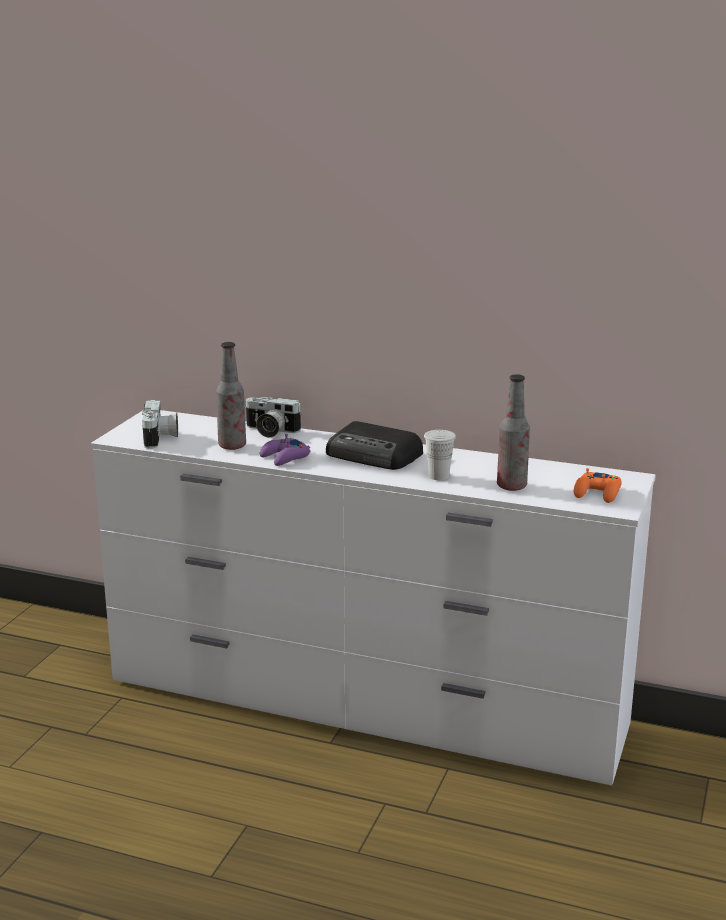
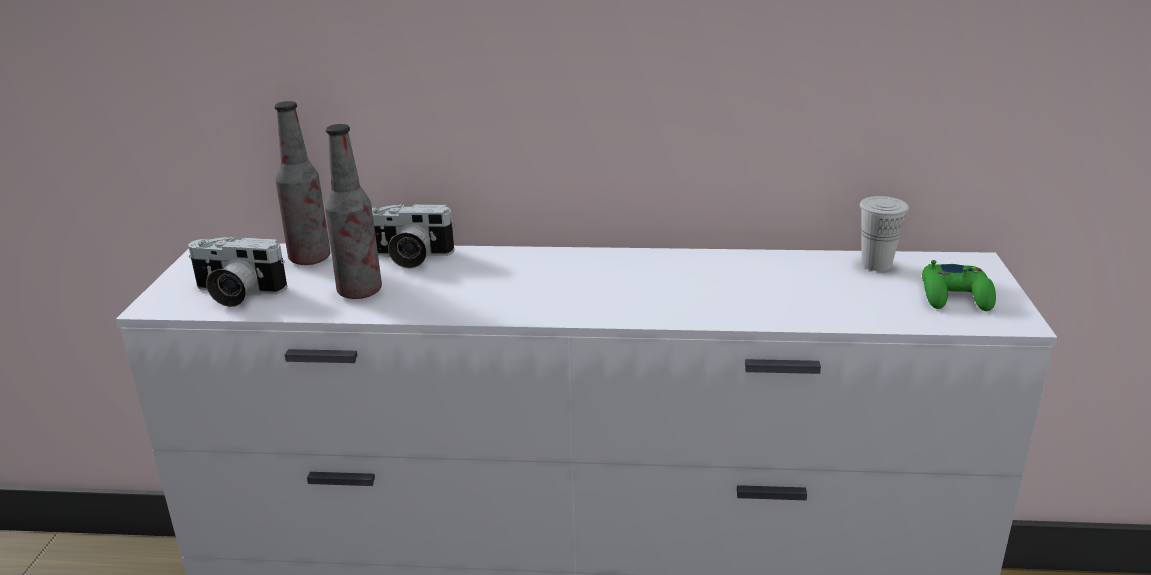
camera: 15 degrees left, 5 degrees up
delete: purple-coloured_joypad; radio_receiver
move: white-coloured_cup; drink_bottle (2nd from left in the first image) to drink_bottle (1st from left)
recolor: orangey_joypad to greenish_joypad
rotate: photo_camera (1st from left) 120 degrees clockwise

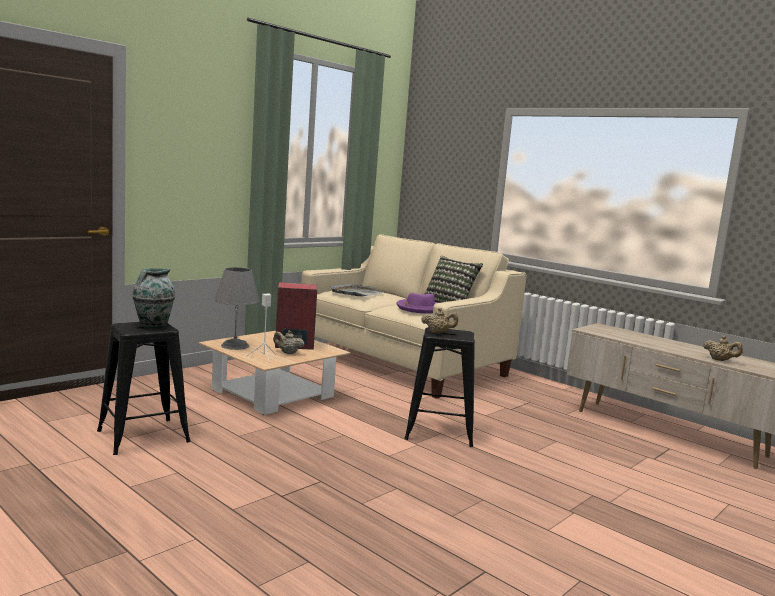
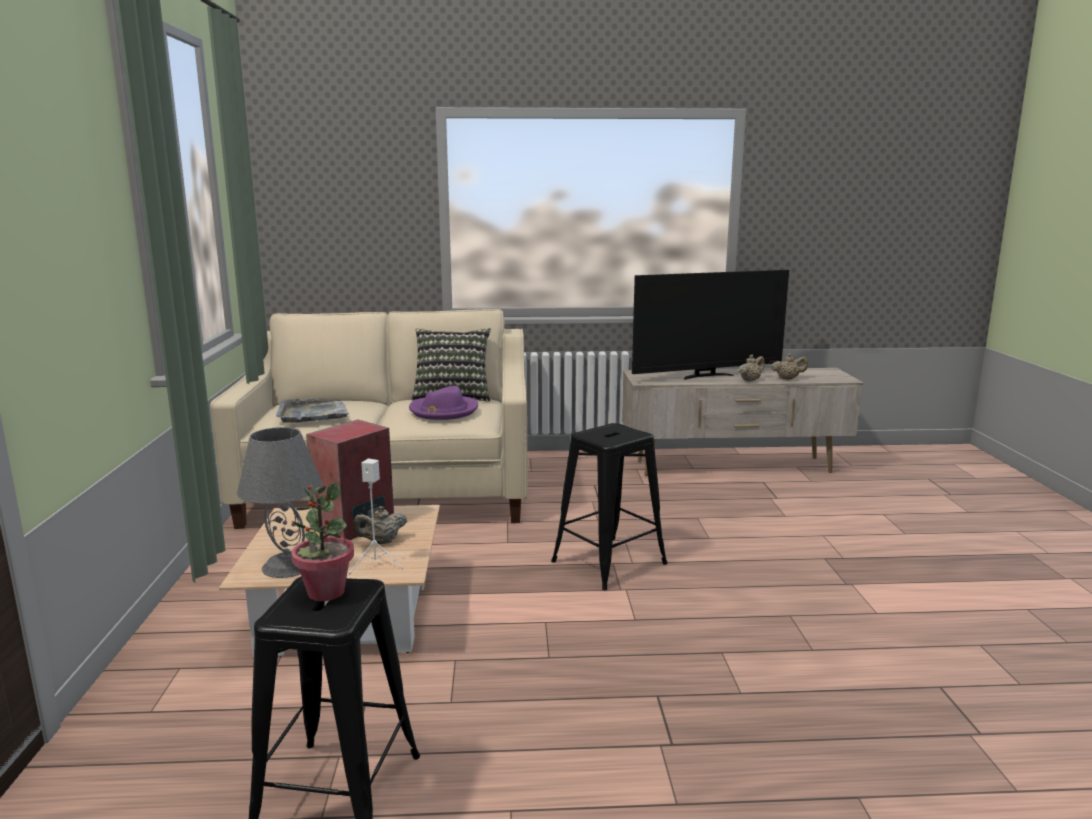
camera: 45 degrees left, 5 degrees up
insert: TV_set
move: sand-coloured_pot_for_tea (2nd from left)
replace: vase to potted_plant

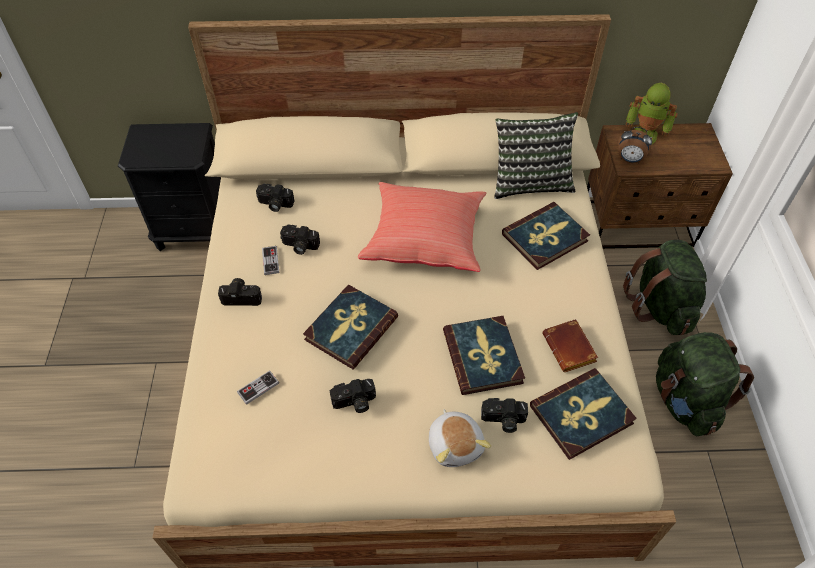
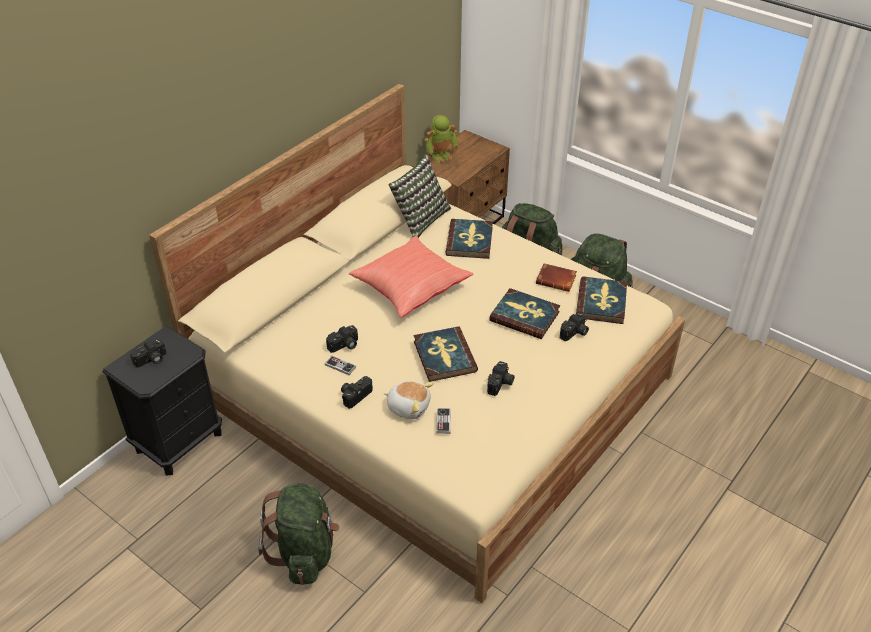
camera: 50 degrees left, 10 degrees down
delete: table_clock
insert: greenish_backpack (1st from left)
move: photo_camera (2nd from left in the first image) to photo_camera (1st from left); plush_toy

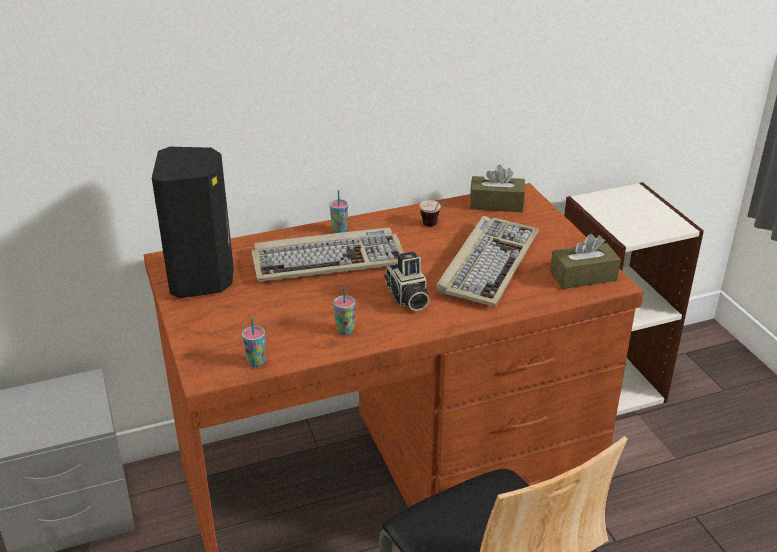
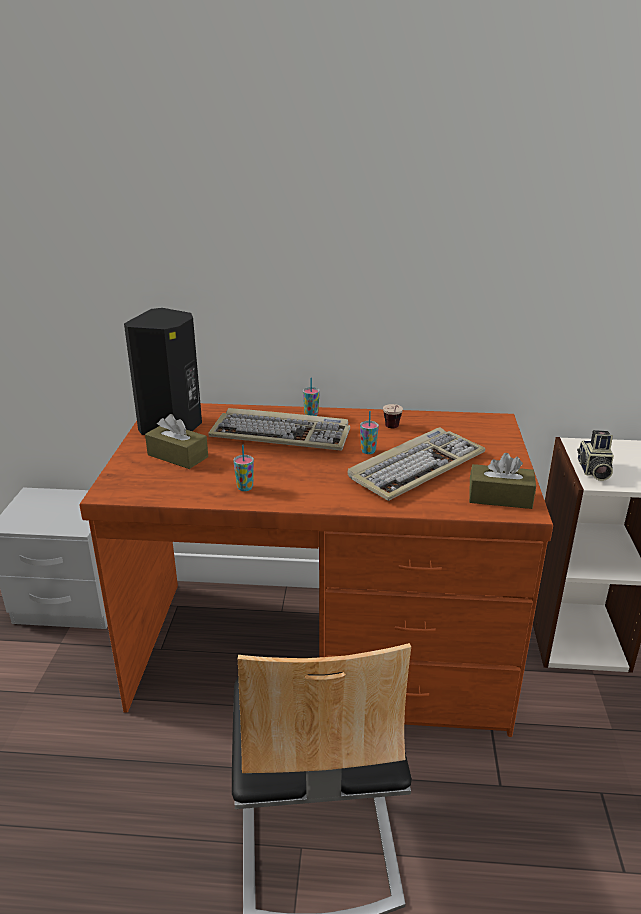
camera: 25 degrees right, 5 degrees down
move: cup (1st from left in the first image) to cup (3rd from left); photo_camera; brownish_box_of_tissues (1st from left)

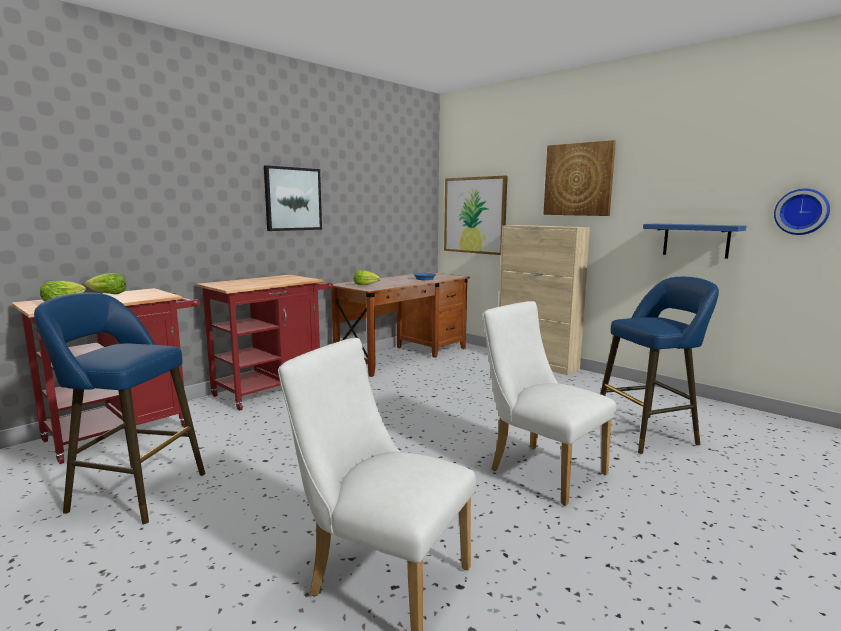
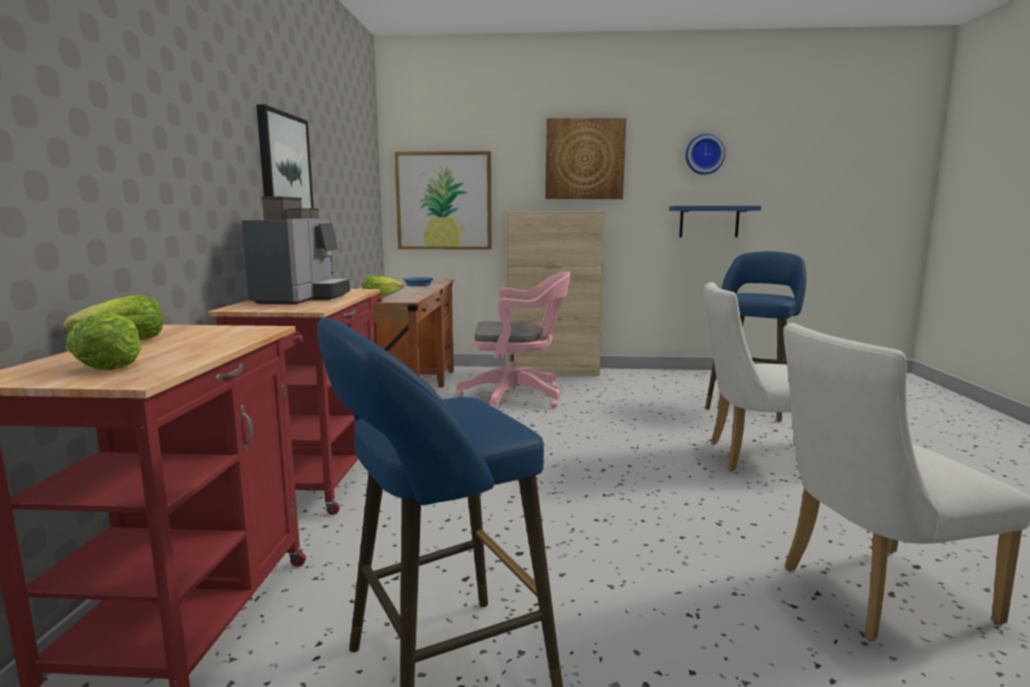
camera: 40 degrees left, 0 degrees up
insert: coffee_machine; pink_desk_chair
move: wall_clock

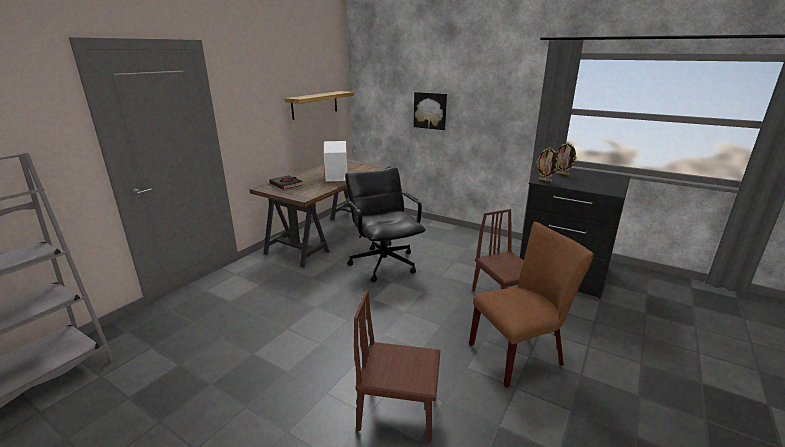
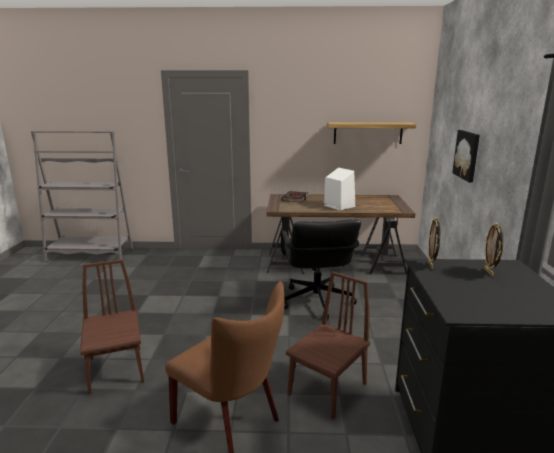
camera: 60 degrees right, 5 degrees down
rotate: black_desk_chair 135 degrees clockwise

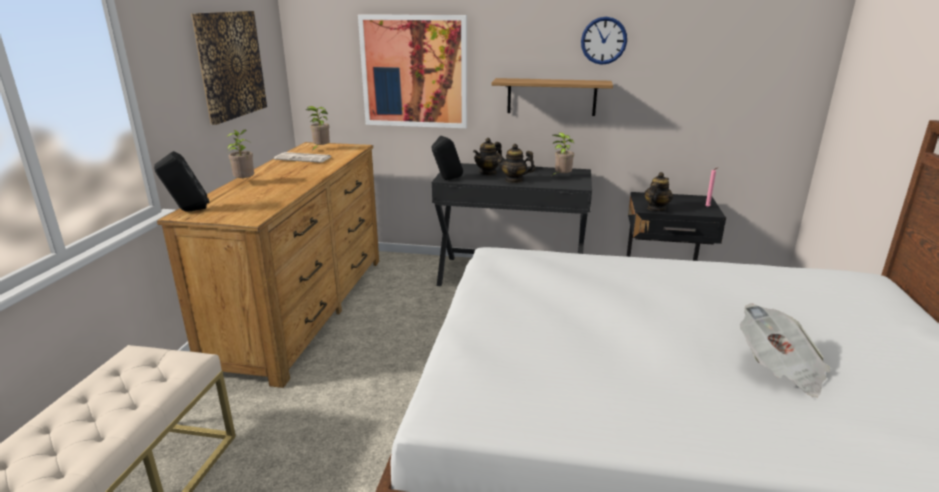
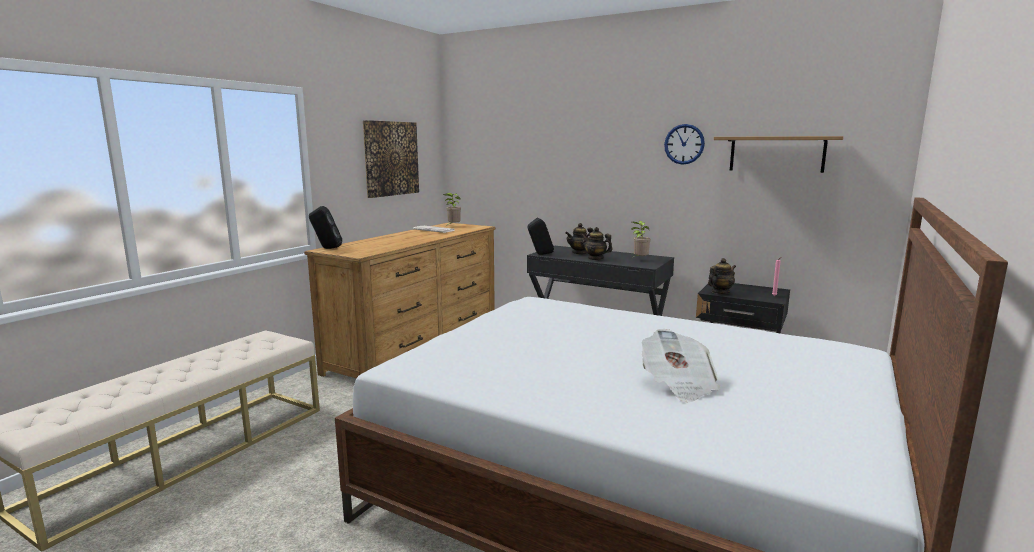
camera: 20 degrees right, 10 degrees down
delete: potted_plant (1st from left); wall_picture (2nd from left)
move: bracket_shelf

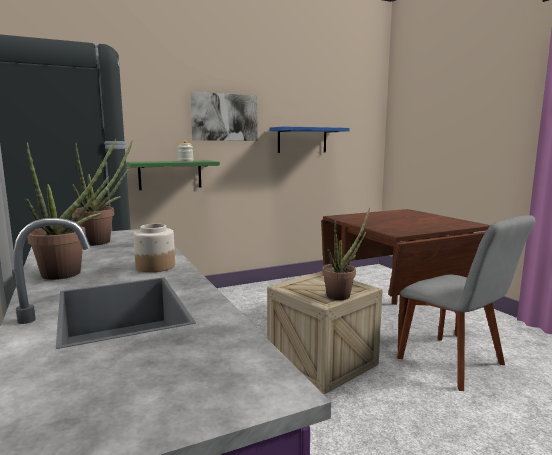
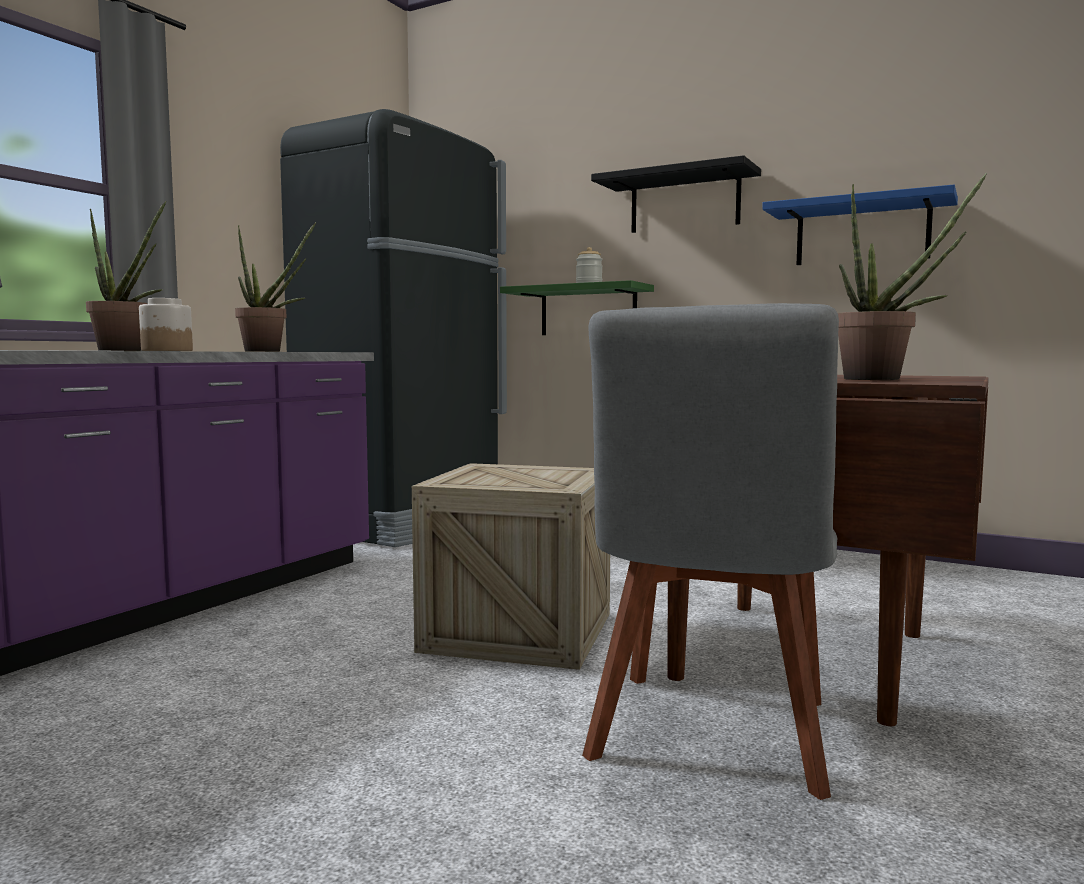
camera: 55 degrees right, 5 degrees down
move: potted_plant (3rd from left)
replace: wall_picture to black_bracket_shelf

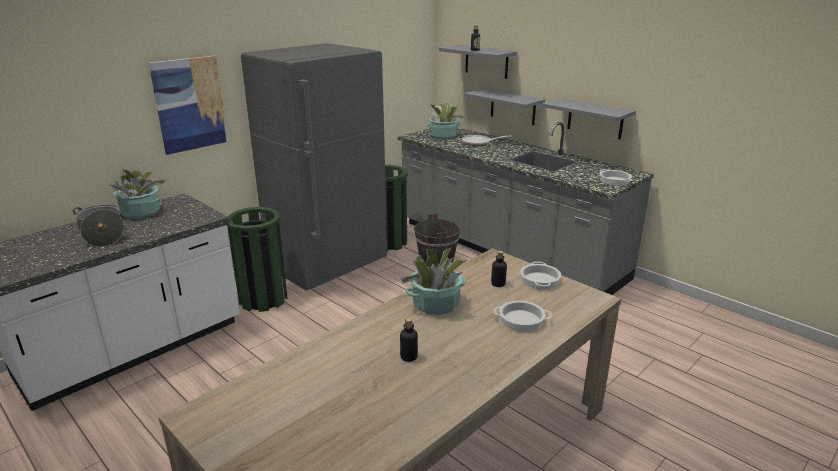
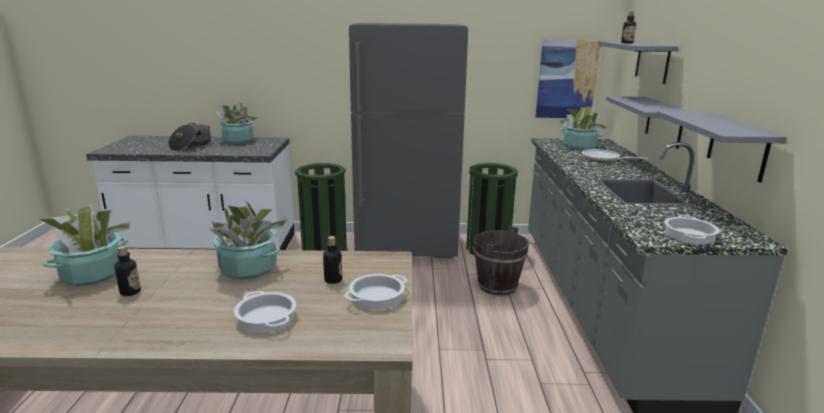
camera: 45 degrees right, 5 degrees down
insert: potted_plant (1st from left)
move: wall_picture

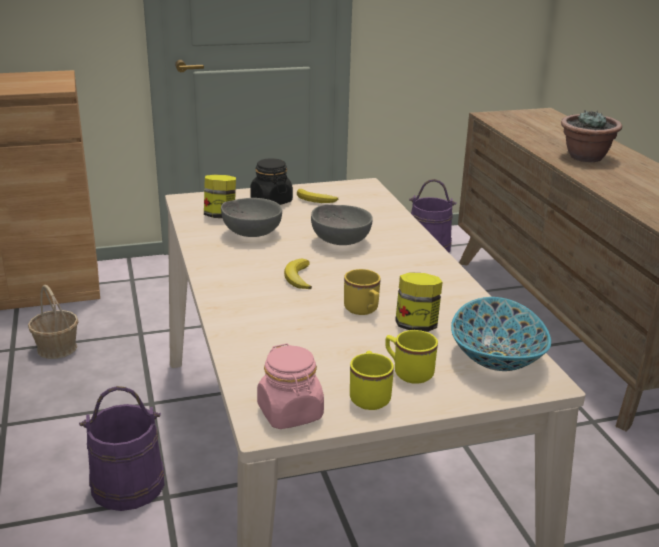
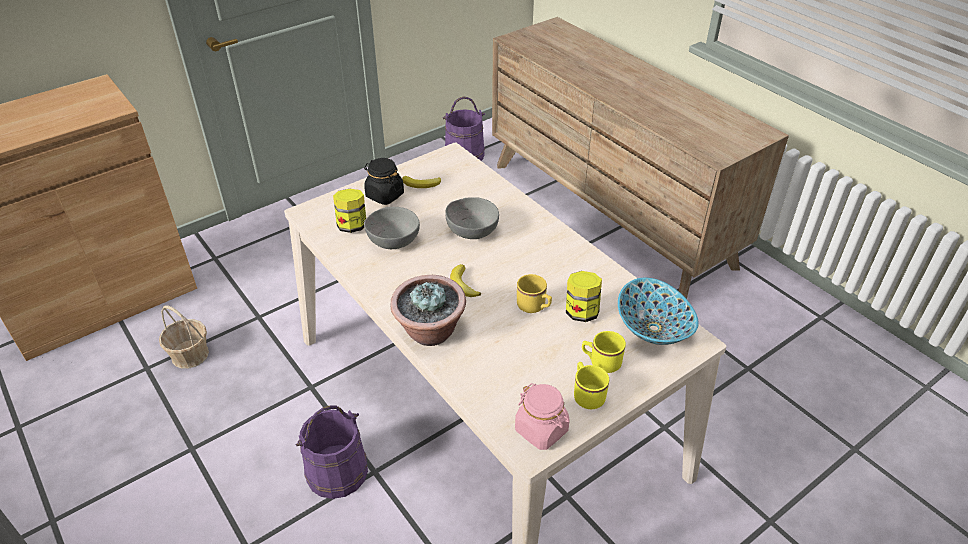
camera: 20 degrees left, 15 degrees up
move: potted_plant

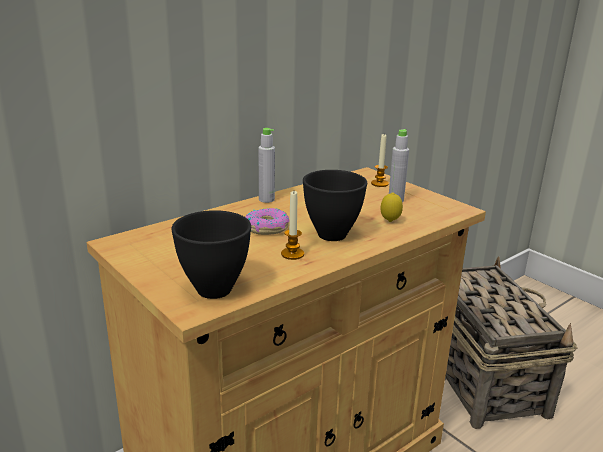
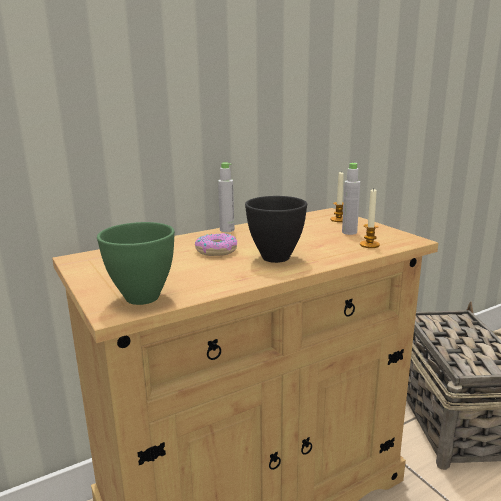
camera: 10 degrees right, 5 degrees down
delete: lemon
move: candle (1st from left in the first image) to candle (2nd from left)
recolor: black_bowl (1st from left) to greenish_bowl

